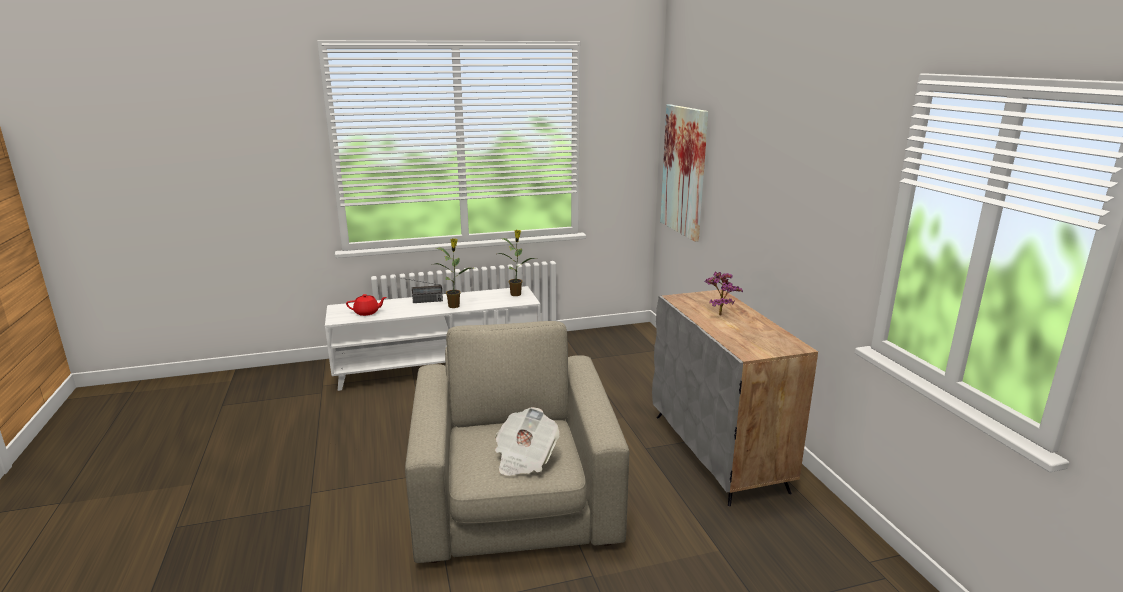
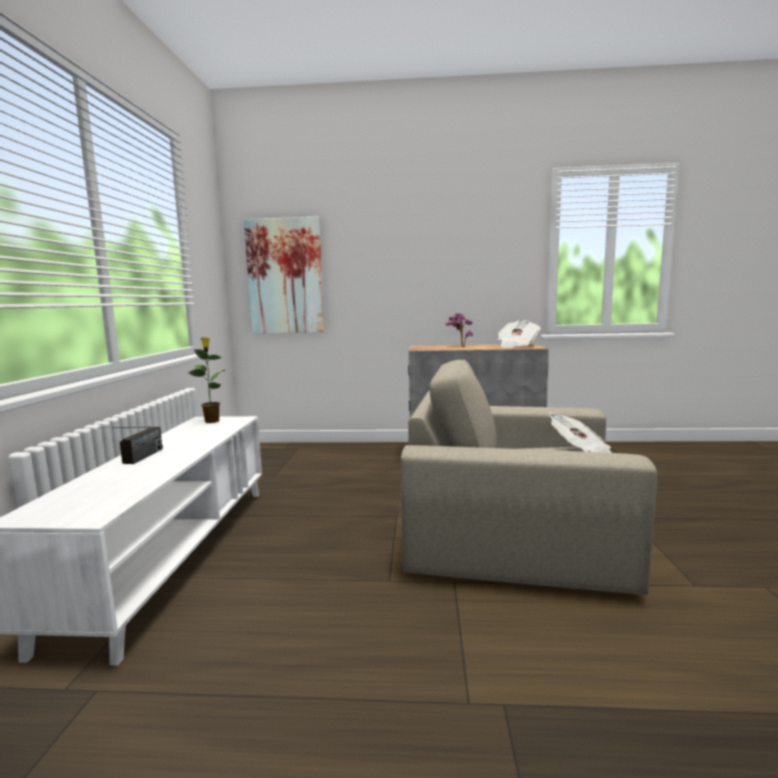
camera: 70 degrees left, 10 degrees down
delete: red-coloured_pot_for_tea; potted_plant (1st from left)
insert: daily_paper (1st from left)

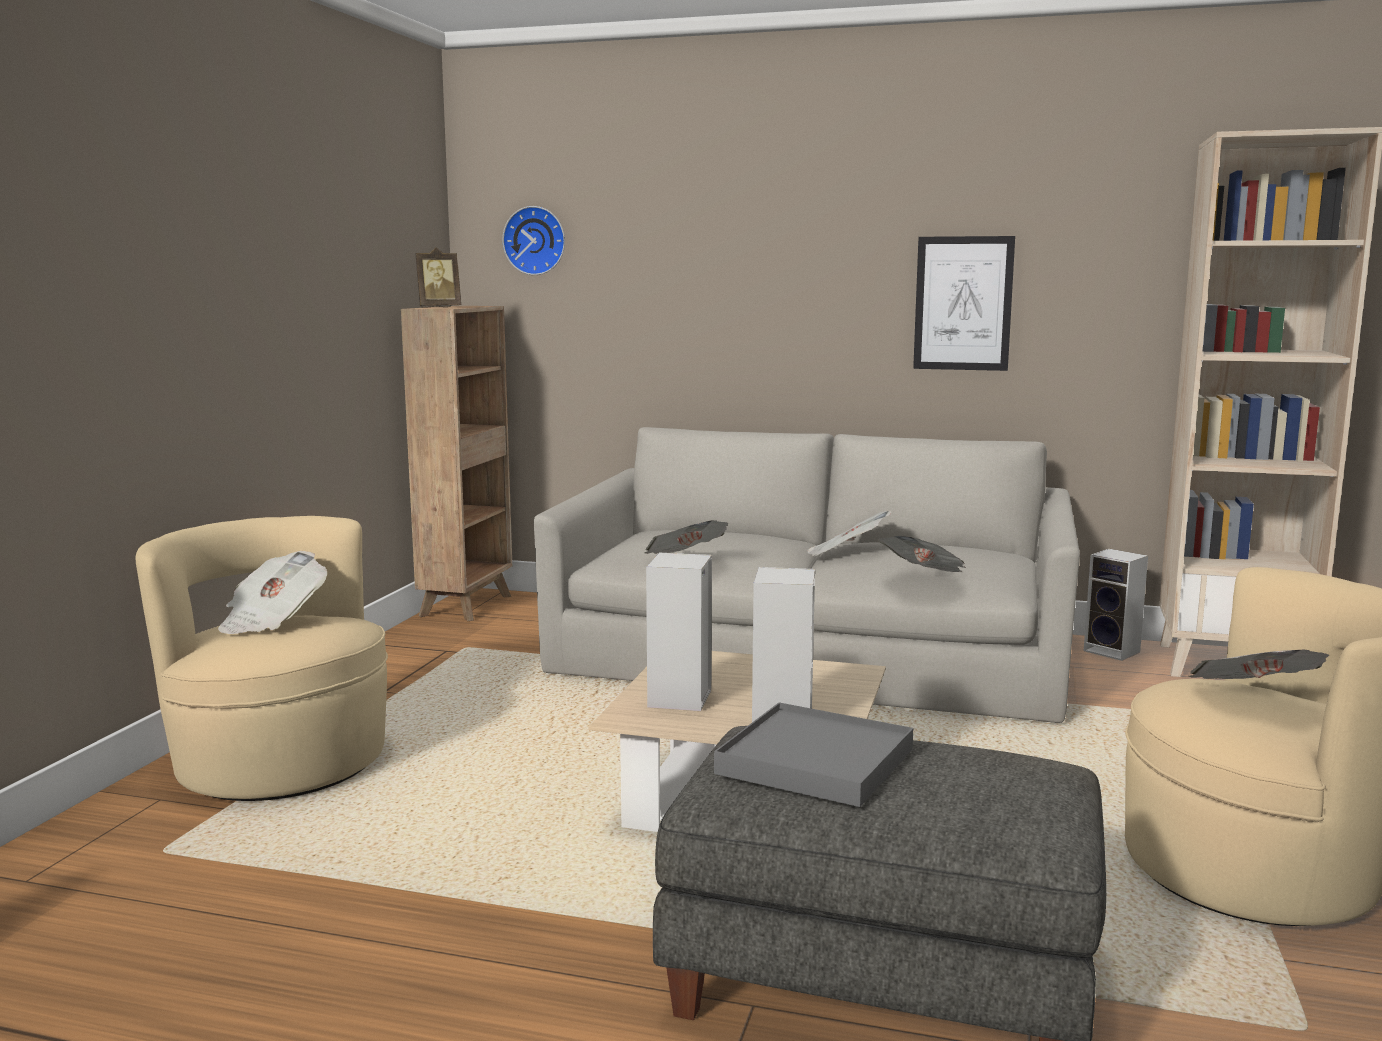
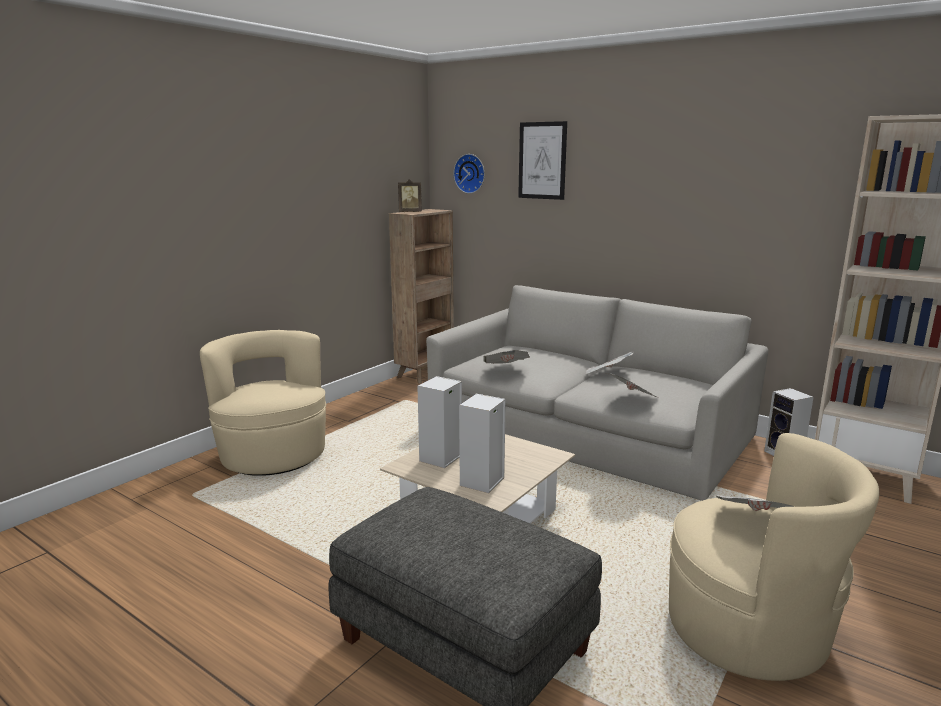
camera: 20 degrees right, 5 degrees up
delete: daily_paper (1st from left); greyish_serving_tray
move: wall_picture

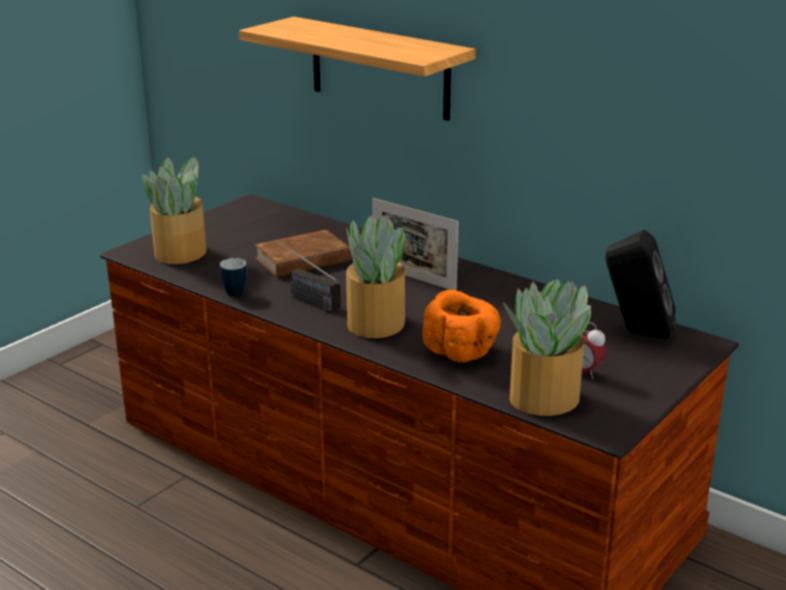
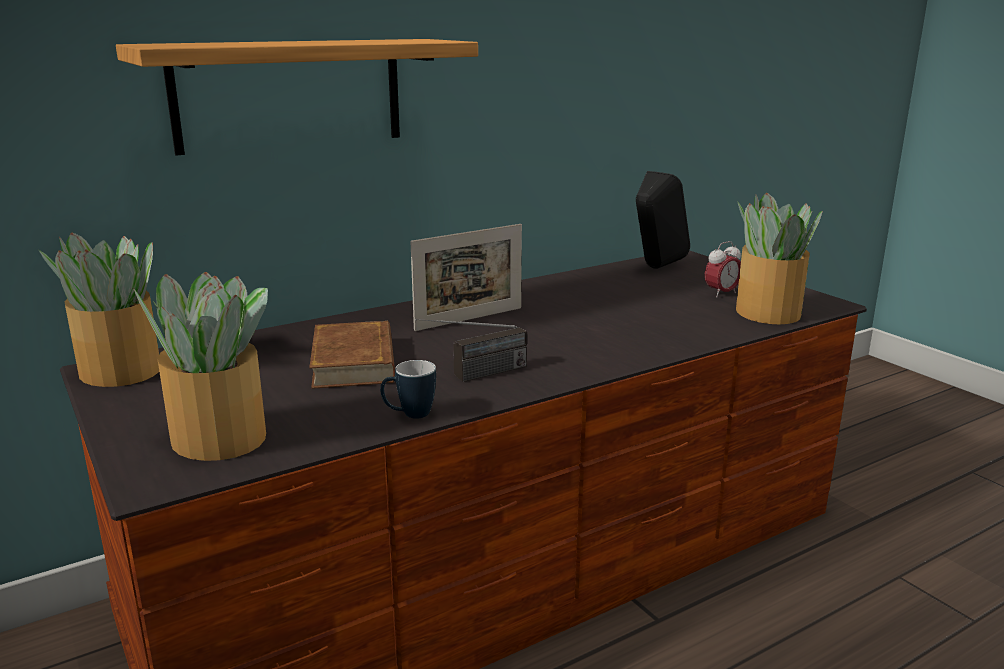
camera: 70 degrees left, 5 degrees down
delete: orangey_bowl
move: potted_plant (2nd from left in the first image) to potted_plant (1st from left)

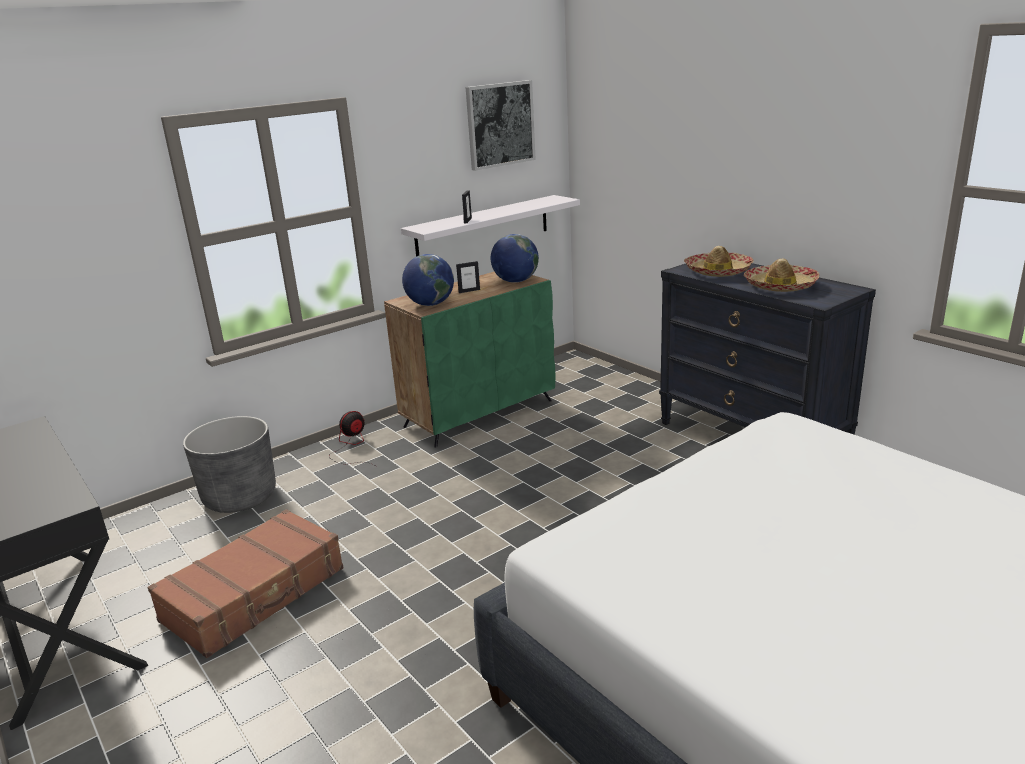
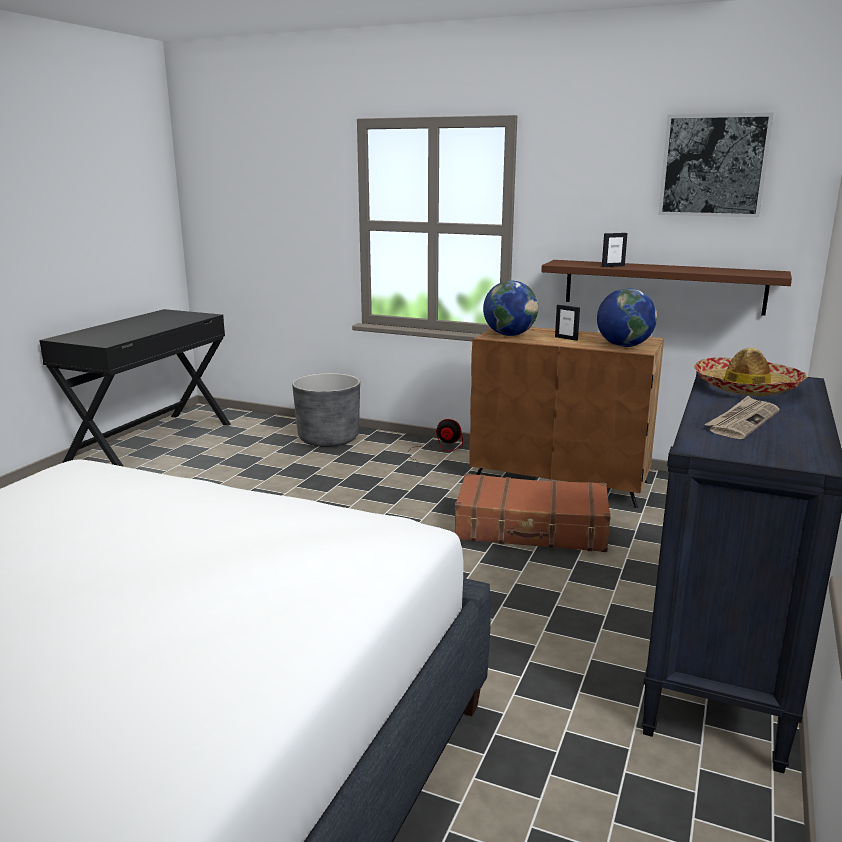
camera: 60 degrees right, 5 degrees down
move: brownish_travel_case
replace: hat (2nd from left) to daily_paper
recolor: greenish_storage_cabinet to brownish_storage_cabinet; white-coloured_bracket_shelf to brownish_bracket_shelf

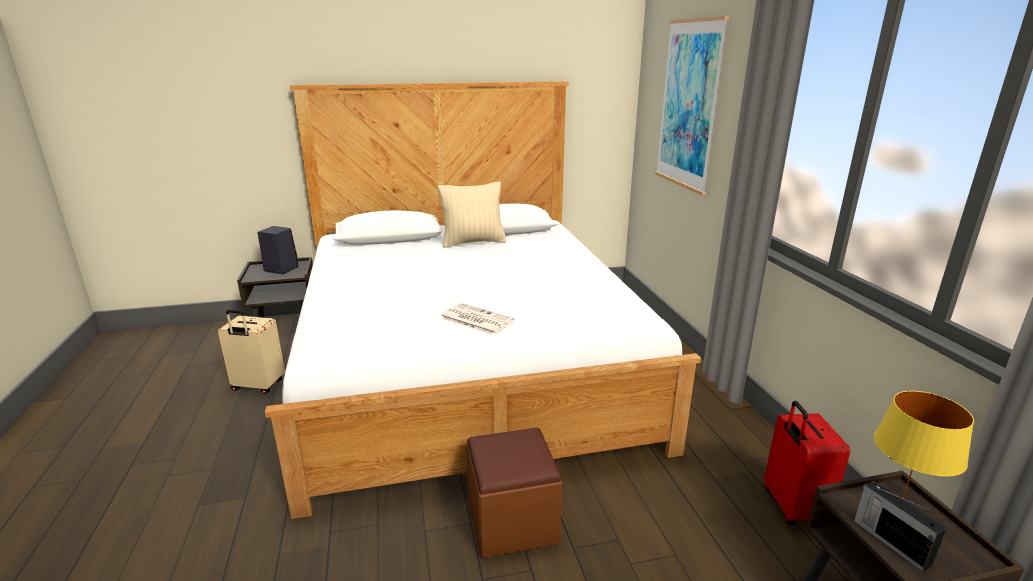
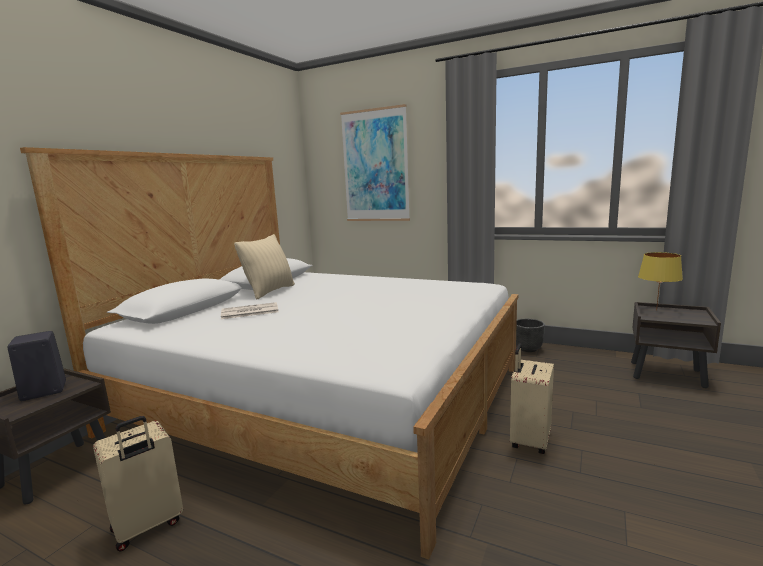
camera: 50 degrees left, 10 degrees down
delete: red-coloured_travel_case; radio_receiver
insert: black_flower_pot
move: daily_paper
replace: brownish_pouffe to sand-coloured_travel_case (2nd from left)

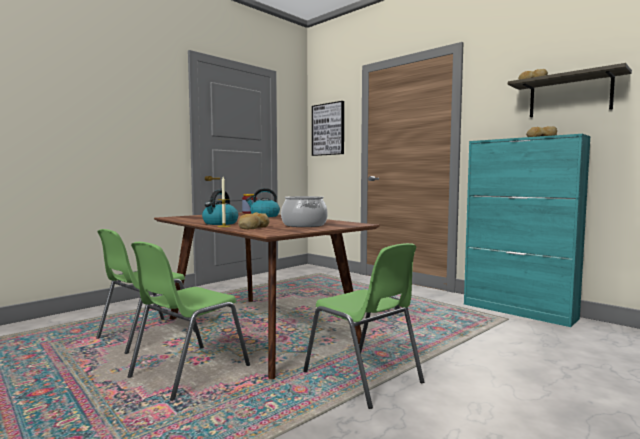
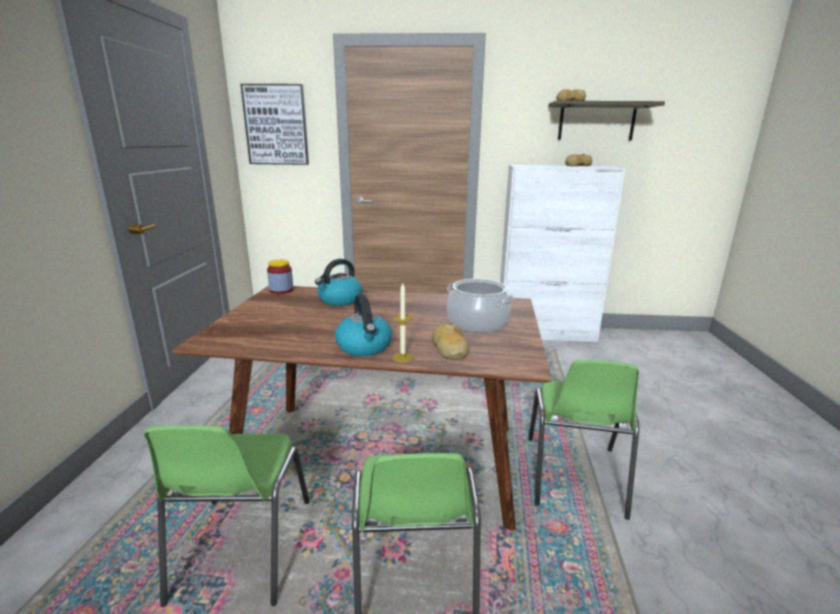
camera: 40 degrees left, 15 degrees up
recolor: turquoise_storage_cabinet to white-coloured_storage_cabinet
rotate: greenish_plain_chair (3rd from left) 90 degrees clockwise

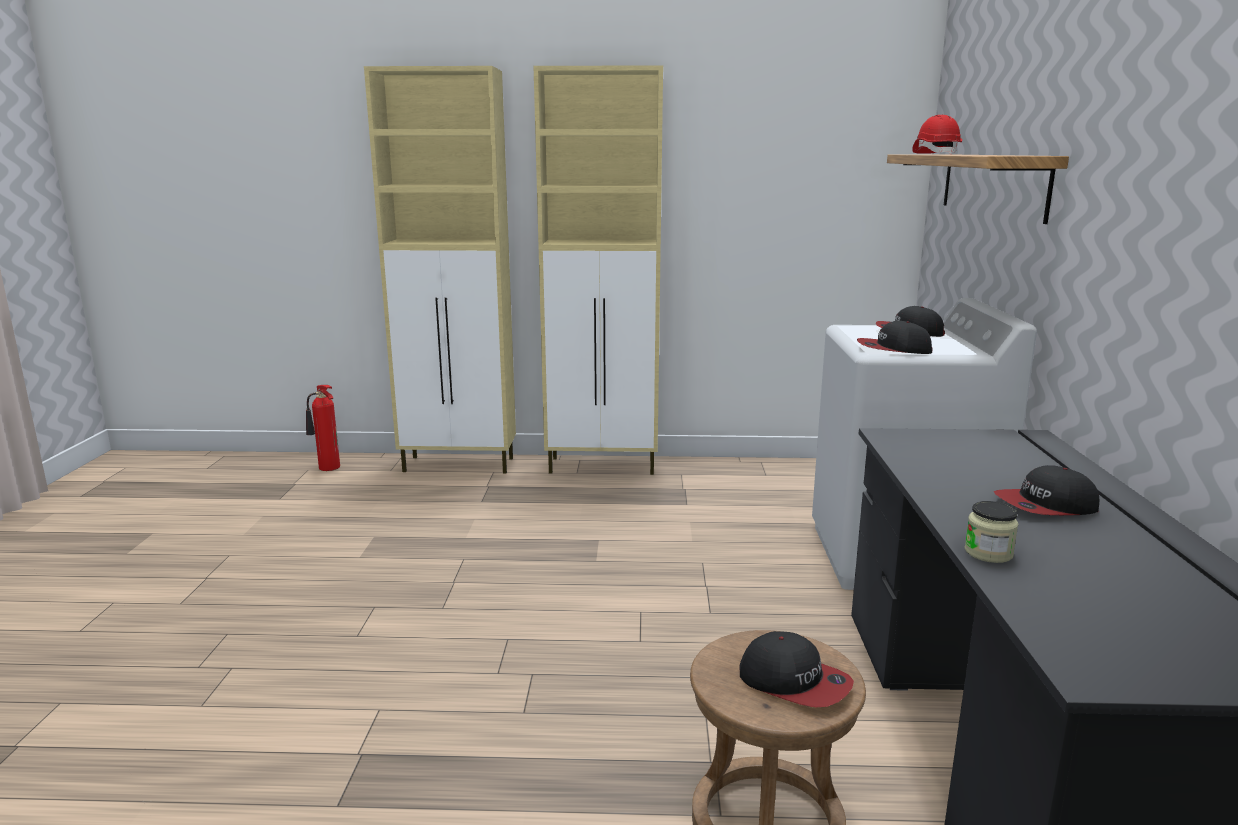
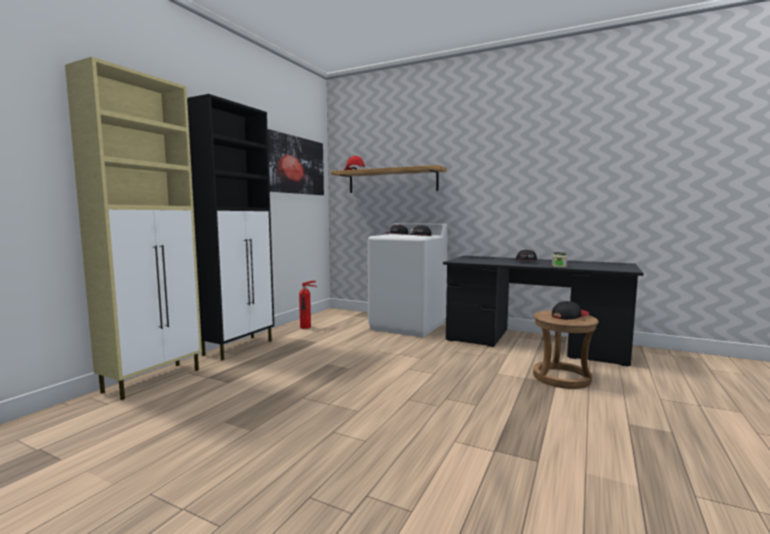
camera: 65 degrees left, 10 degrees down
insert: wall_picture
move: fire_extinguisher
recolor: sand-coloured_storage_cabinet (2nd from left) to black_storage_cabinet

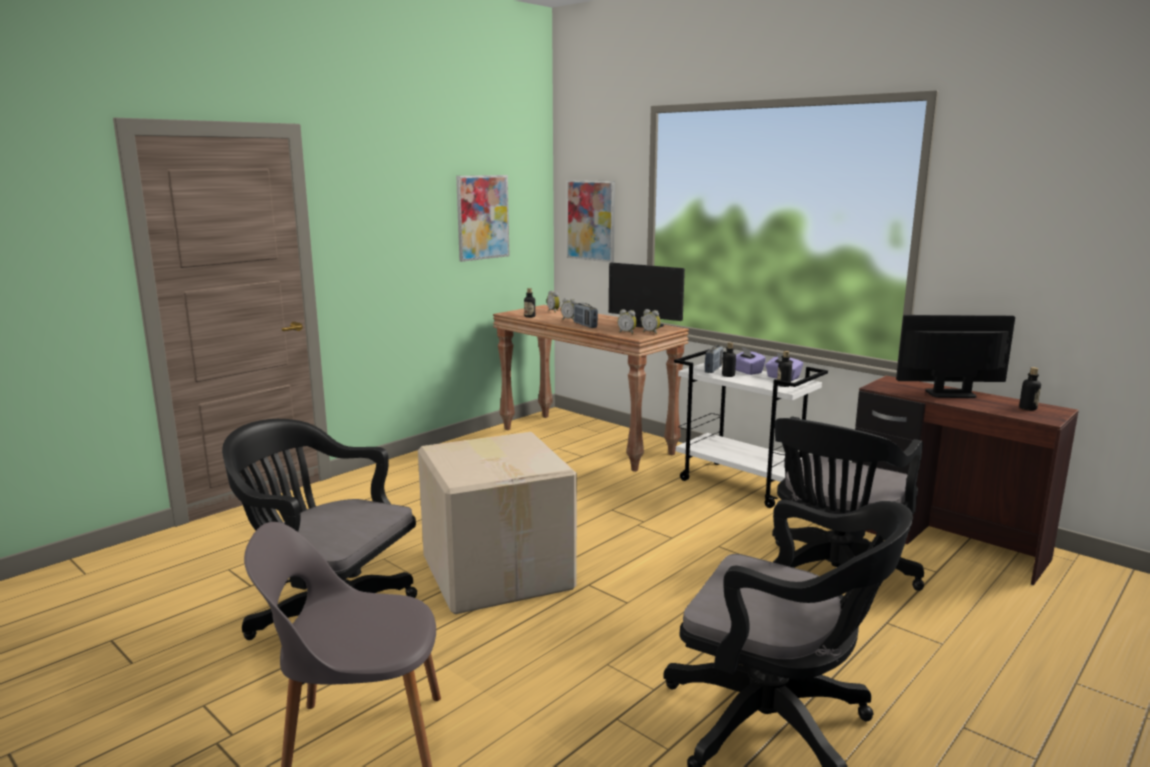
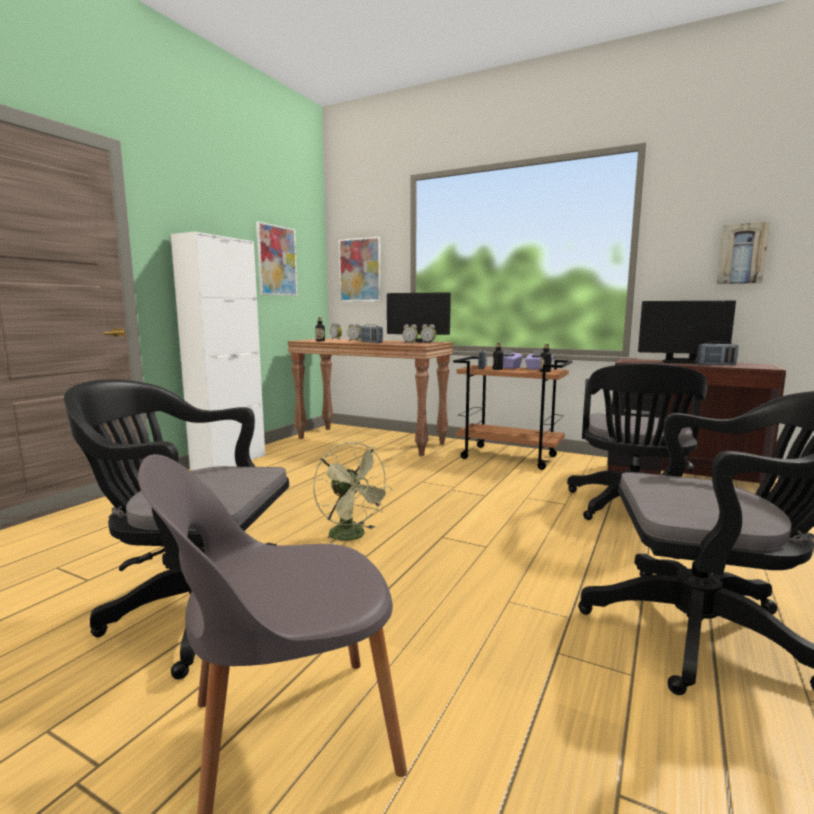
camera: 15 degrees left, 5 degrees down
delete: drink_bottle (4th from left)
insert: white-coloured_storage_cabinet; radio_receiver (3rd from left); wall_picture (3rd from left)
replace: packing_box to greenish_cooling_fan
recolor: white-coloured_cart to brownish_cart
rotate: computer_display (2nd from left) 150 degrees counterclockwise

